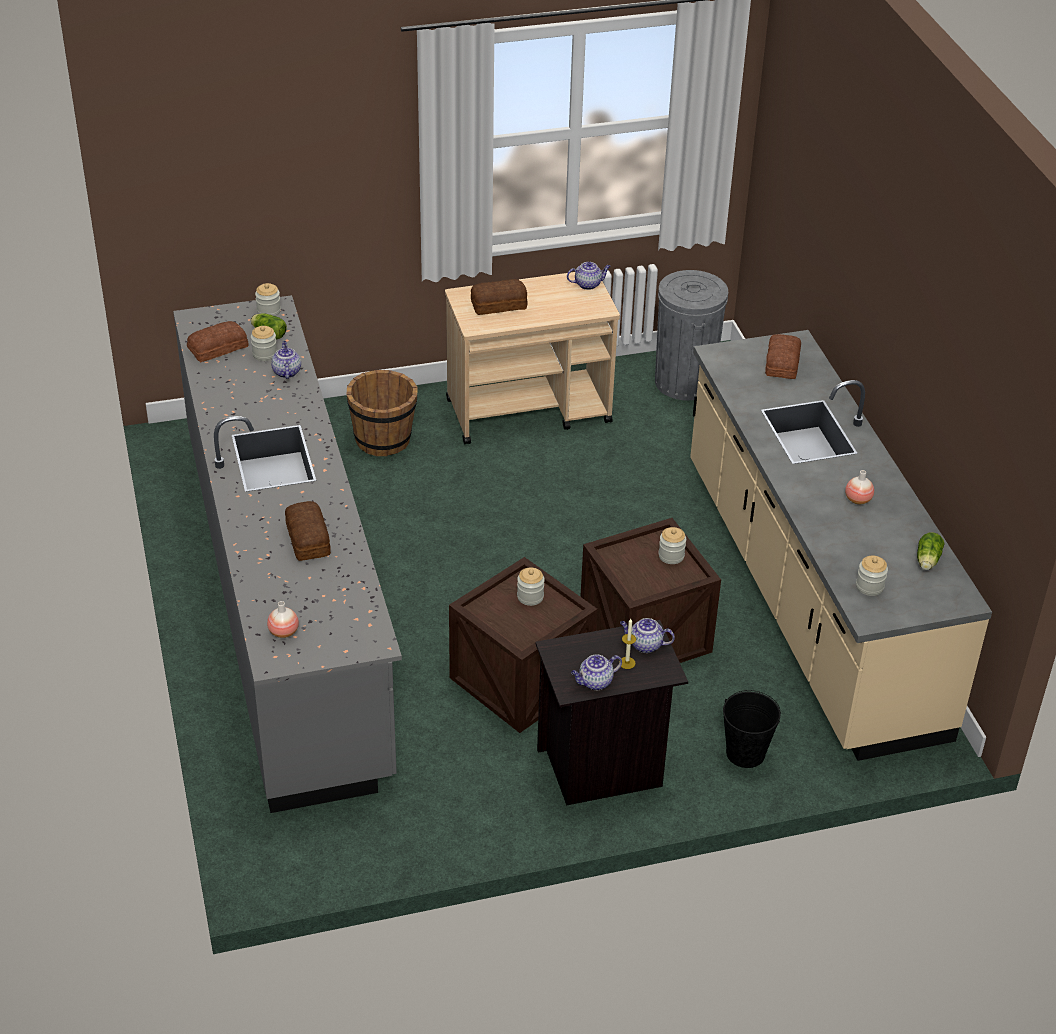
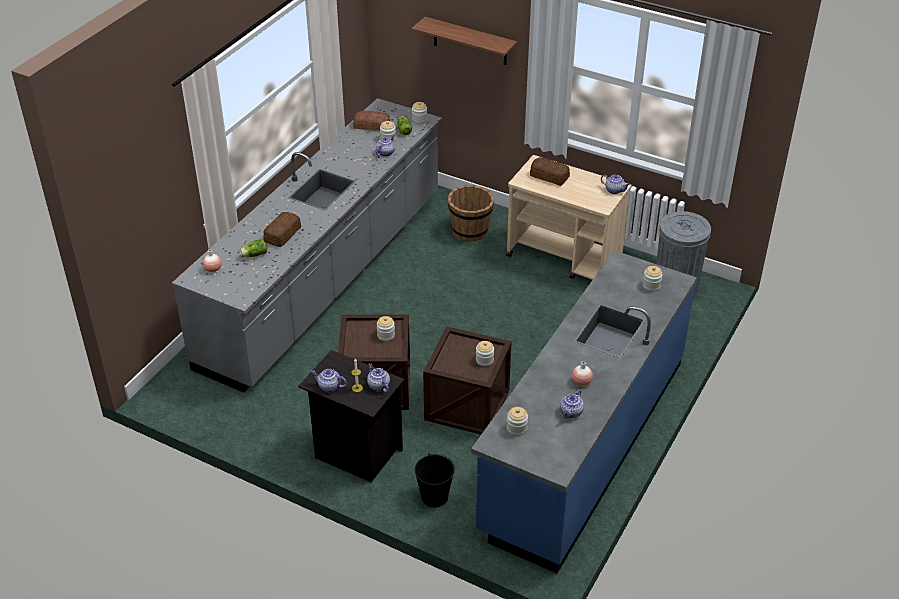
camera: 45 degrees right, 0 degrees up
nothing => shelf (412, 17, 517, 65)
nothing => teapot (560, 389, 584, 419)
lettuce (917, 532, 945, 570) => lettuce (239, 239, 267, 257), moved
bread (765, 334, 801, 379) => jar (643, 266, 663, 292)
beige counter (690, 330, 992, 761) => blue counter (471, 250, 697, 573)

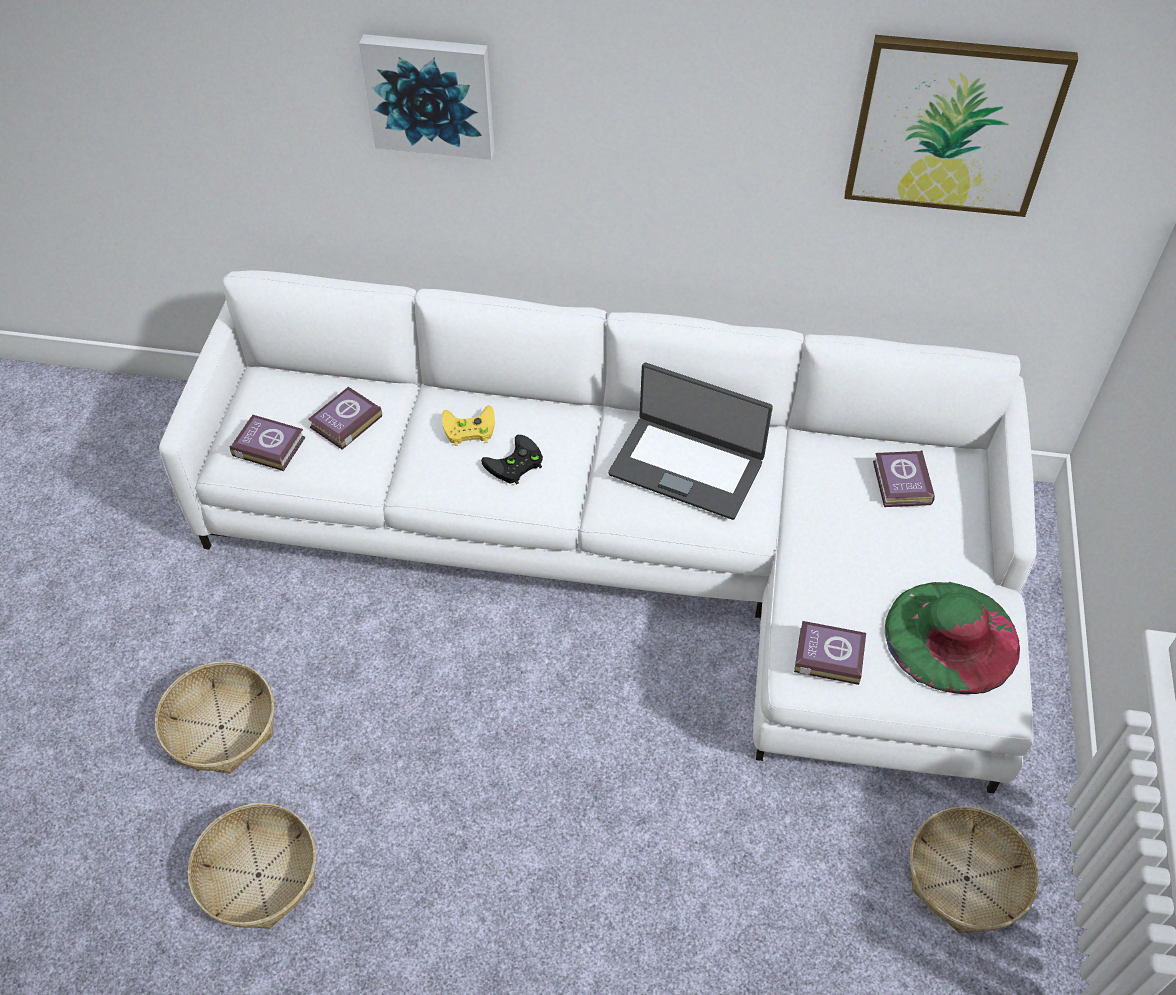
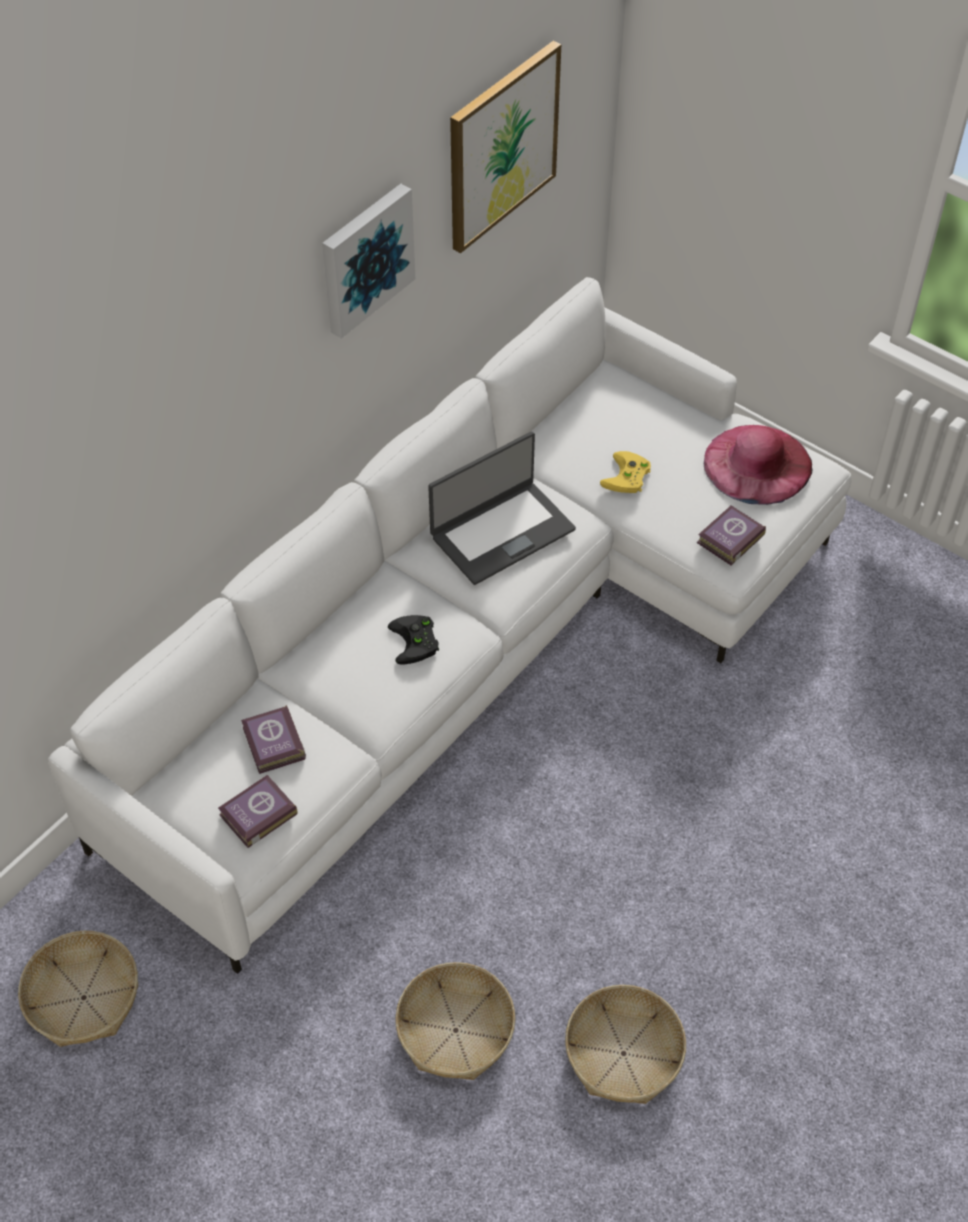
camera: 60 degrees left, 0 degrees up
book (873, 450, 935, 507) => nothing
picture (359, 34, 494, 160) => picture (322, 184, 415, 339), moved
yellow game controller (442, 405, 495, 446) => yellow game controller (600, 451, 651, 493), moved
basket (910, 806, 1039, 933) => basket (18, 931, 138, 1047), moved
green hat (885, 582, 1020, 694) => pink hat (704, 425, 812, 505)

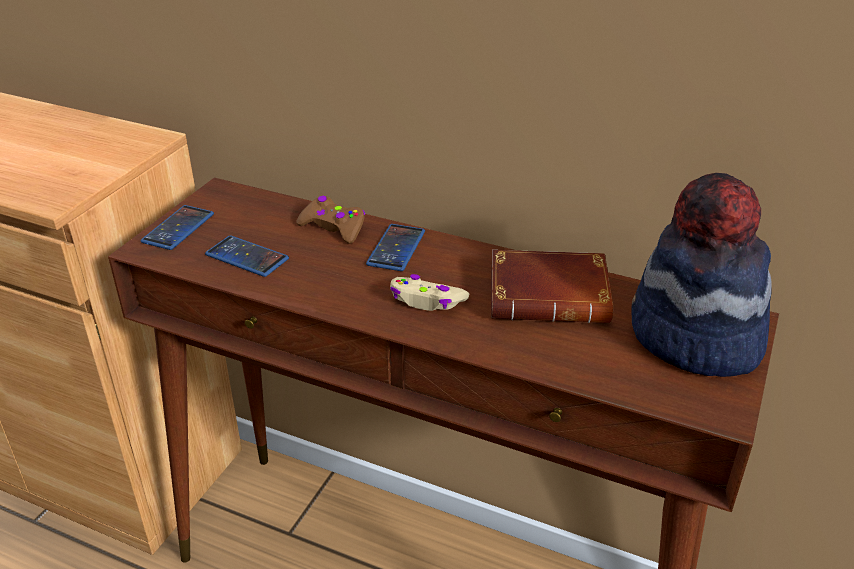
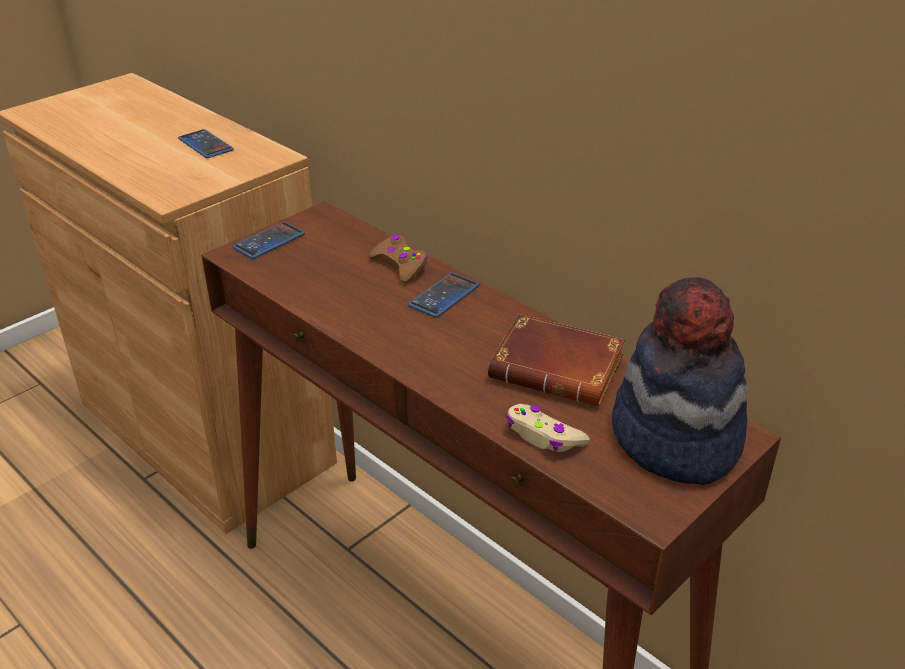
camera: 20 degrees right, 0 degrees up
phone (205, 235, 289, 277) => phone (178, 129, 234, 158), moved
beige game controller (390, 274, 469, 311) => beige game controller (506, 404, 590, 452), moved

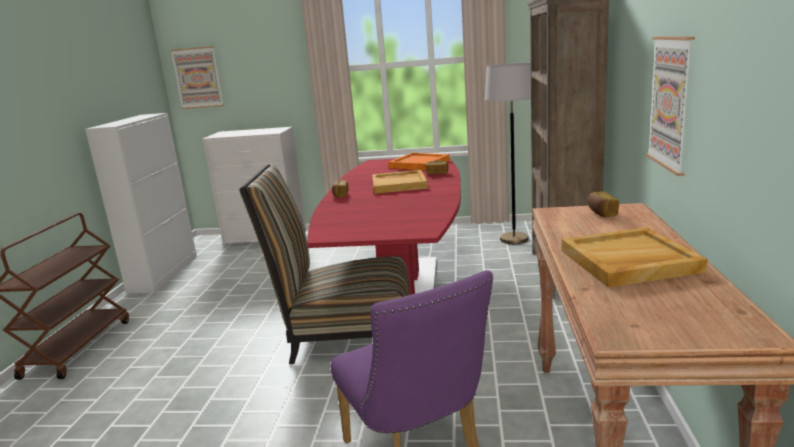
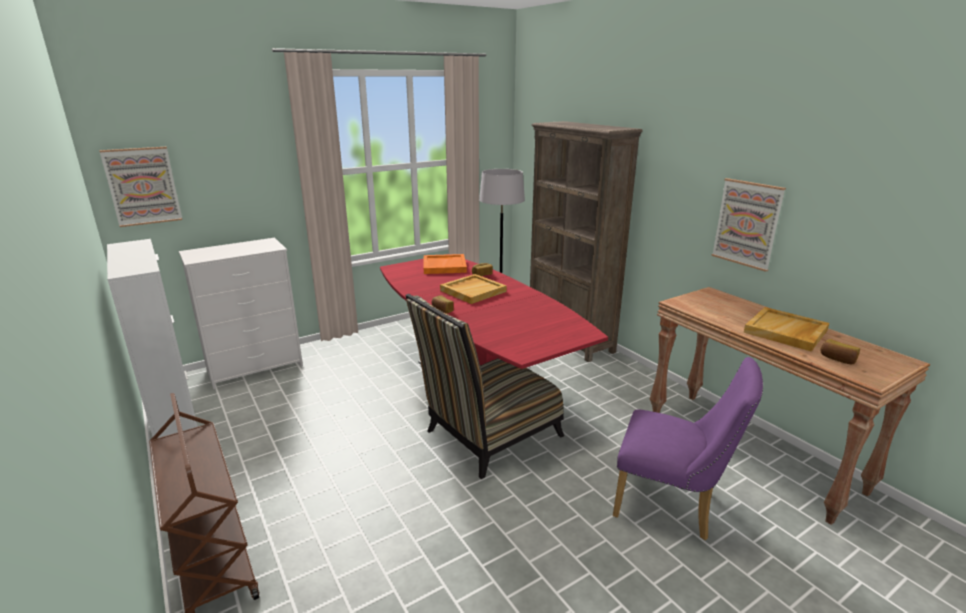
camera: 40 degrees left, 5 degrees up
bread (588, 191, 619, 217) => bread (820, 339, 860, 364), moved

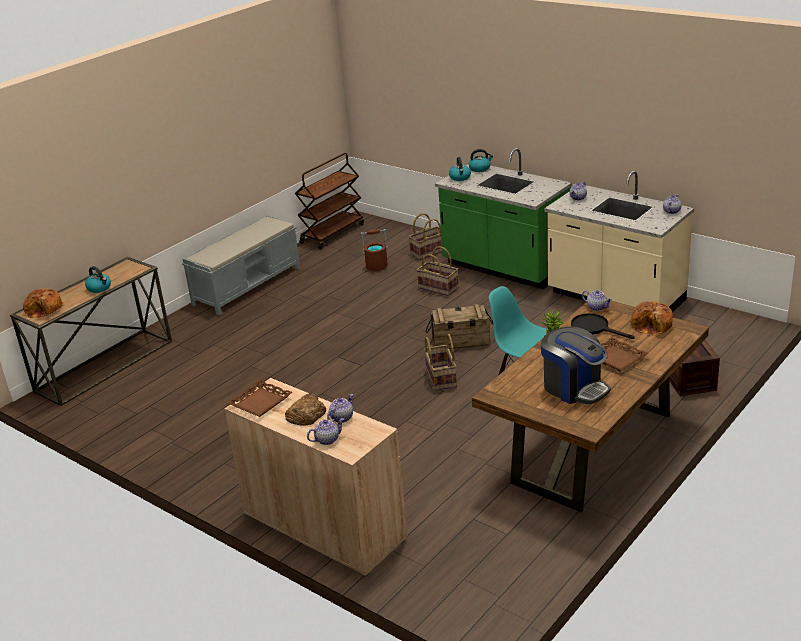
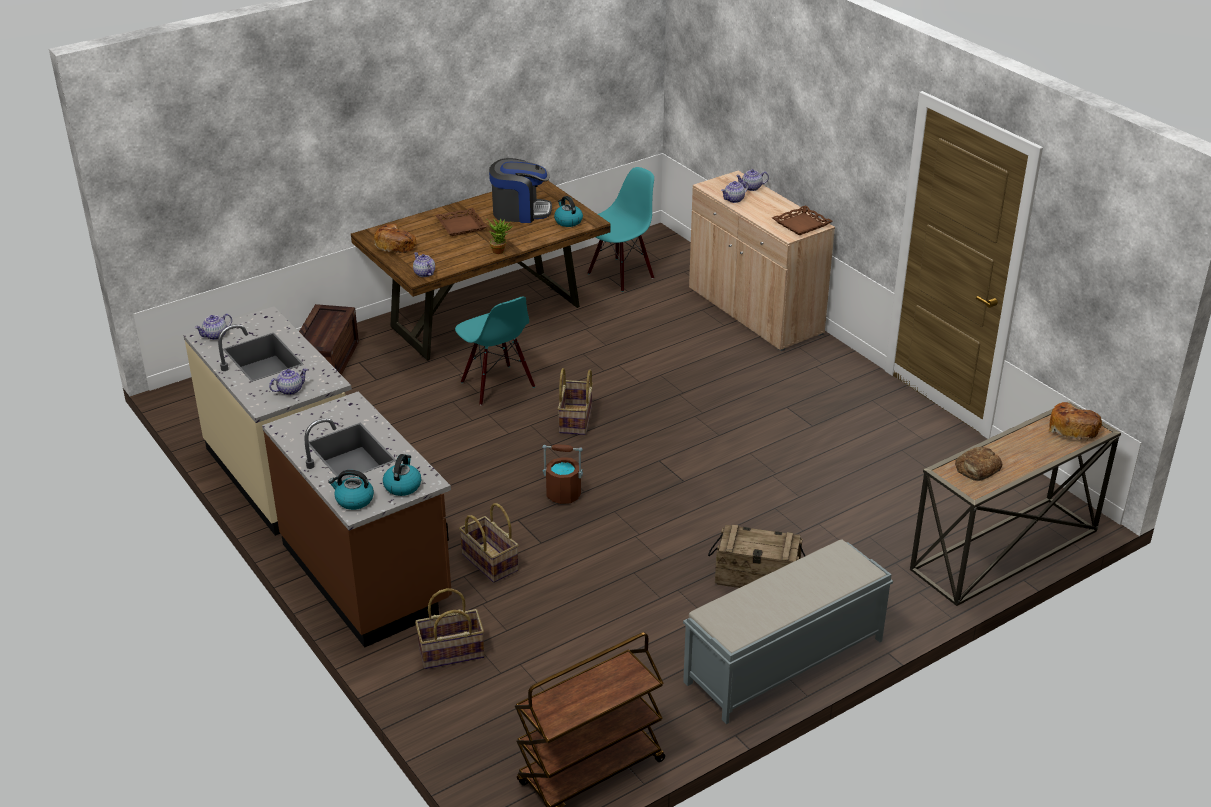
camera: 165 degrees left, 5 degrees up
black frying pan (571, 313, 634, 339) => nothing
nothing => turquoise chair (588, 167, 654, 292)
kettle (85, 266, 111, 293) => kettle (554, 196, 583, 227), moved
bread (285, 393, 326, 425) => bread (955, 447, 1002, 481), moved
brown bucket (361, 229, 388, 271) => brown bucket (542, 444, 583, 504), moved
crate (426, 304, 493, 349) => crate (708, 524, 805, 588), moved
green counter (435, 148, 572, 289) => brown counter (262, 391, 452, 648)
coffee machine (541, 326, 611, 404) => coffee machine (489, 158, 552, 223), 120 degrees clockwise

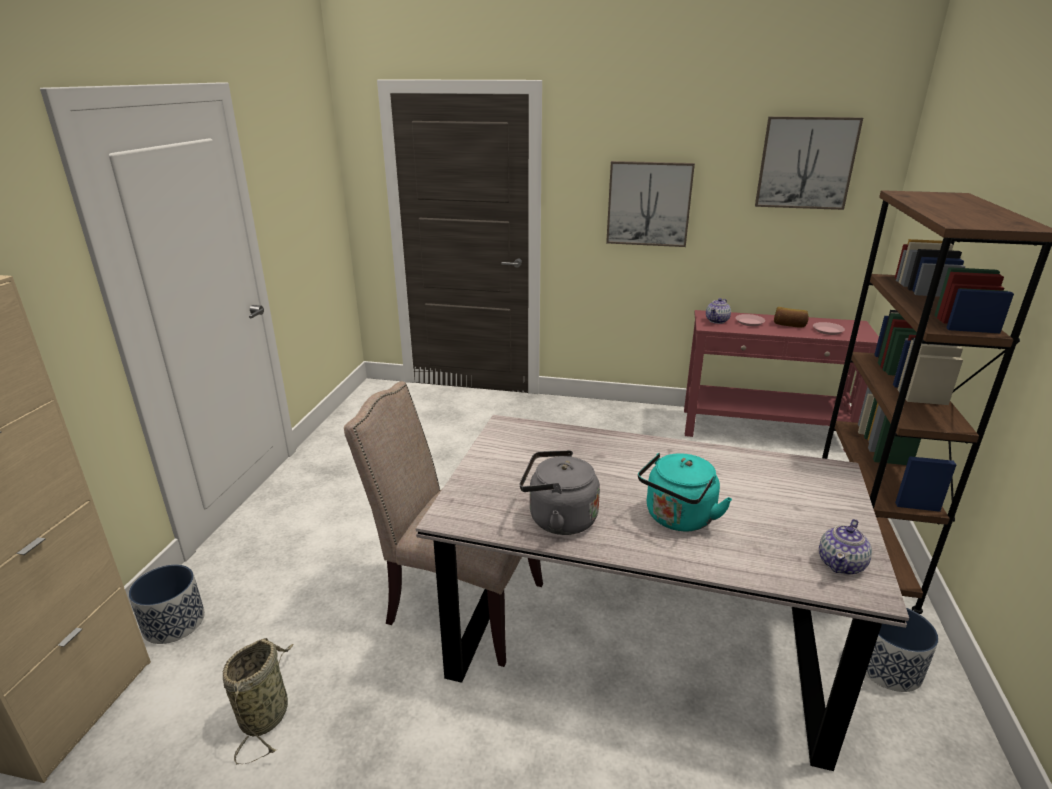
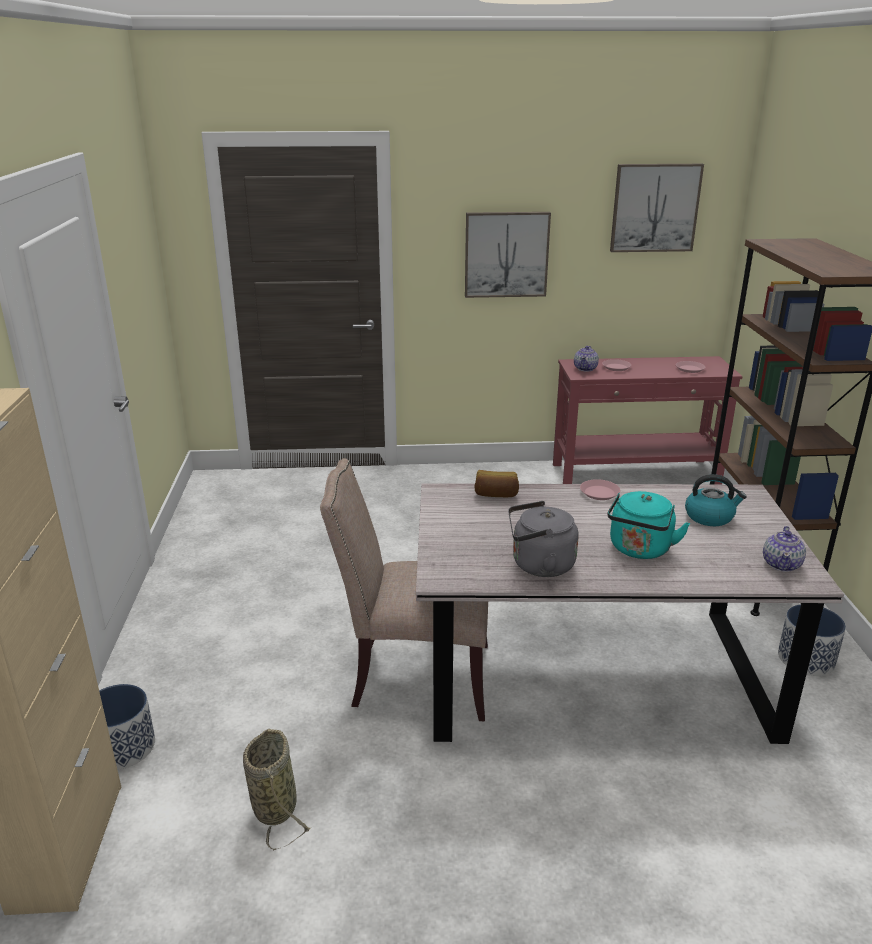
camera: 15 degrees left, 0 degrees up
nothing => pink plate (580, 479, 620, 500)
nothing => kettle (685, 474, 747, 526)
bread (774, 307, 809, 328) => bread (475, 470, 519, 497), moved

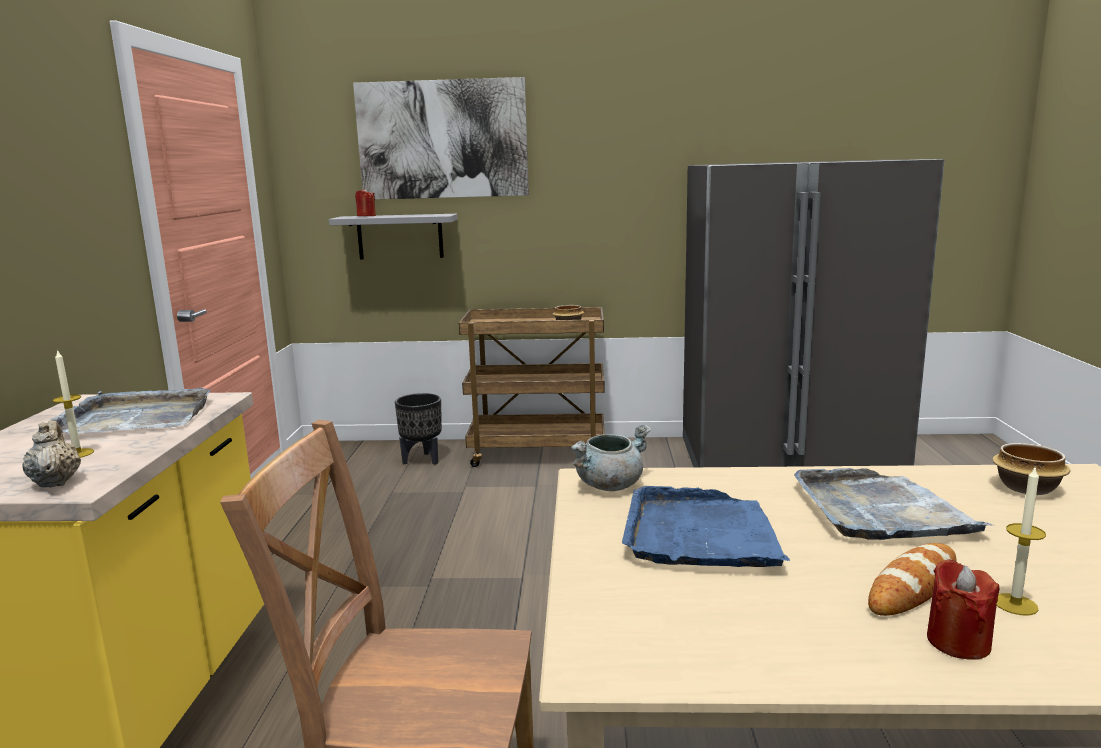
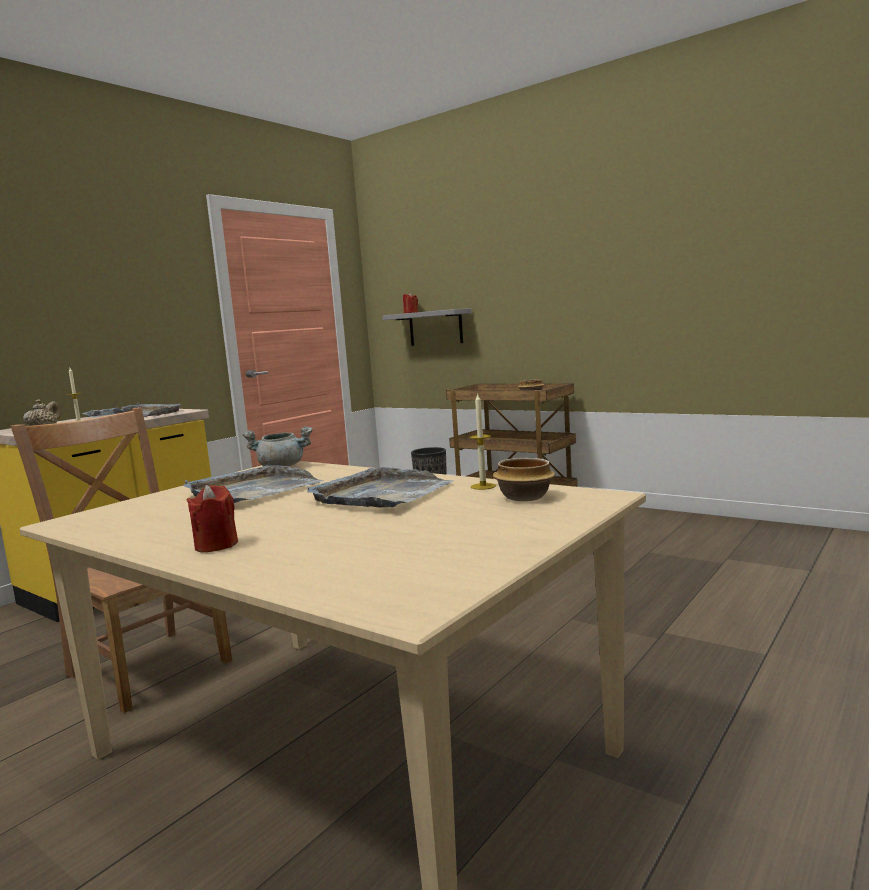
camera: 35 degrees right, 5 degrees down
picture (353, 77, 529, 199) => nothing
grey fridge (683, 159, 945, 467) => nothing
bread (868, 543, 957, 616) => nothing
candle (996, 468, 1046, 615) => candle (469, 393, 496, 490), moved
blue tray (622, 486, 790, 567) => grey tray (182, 465, 324, 503)

